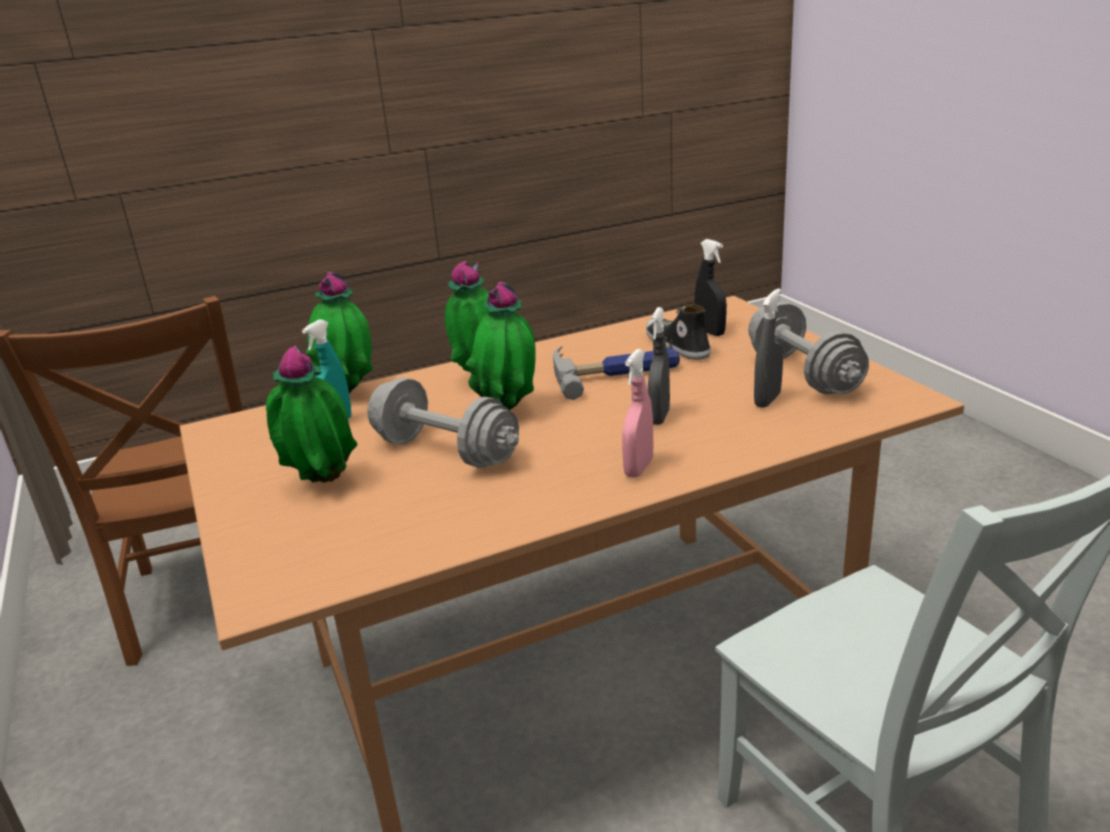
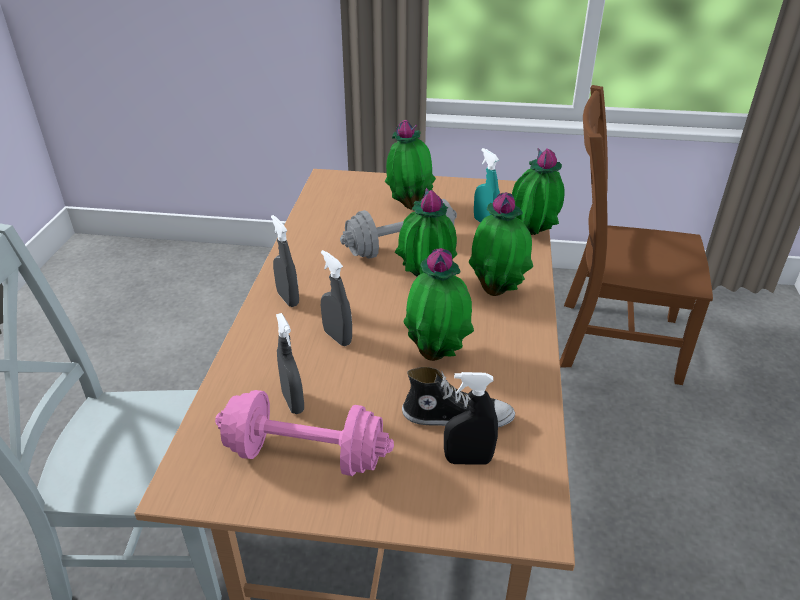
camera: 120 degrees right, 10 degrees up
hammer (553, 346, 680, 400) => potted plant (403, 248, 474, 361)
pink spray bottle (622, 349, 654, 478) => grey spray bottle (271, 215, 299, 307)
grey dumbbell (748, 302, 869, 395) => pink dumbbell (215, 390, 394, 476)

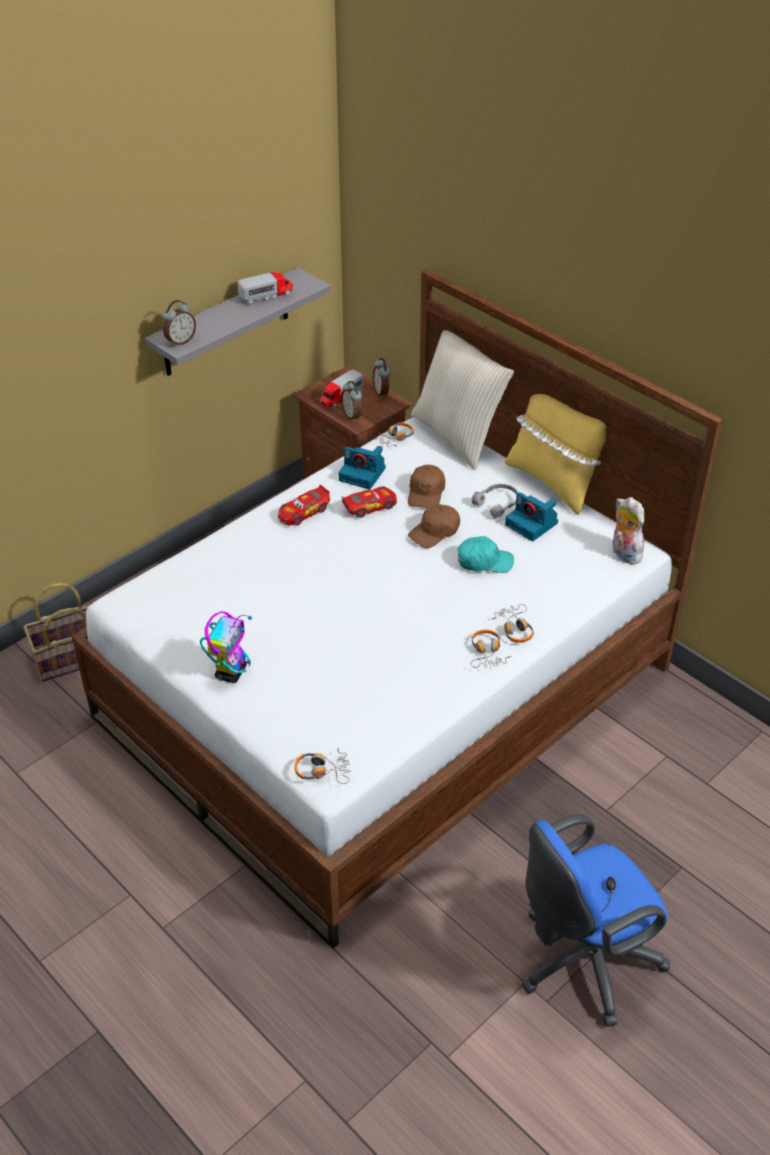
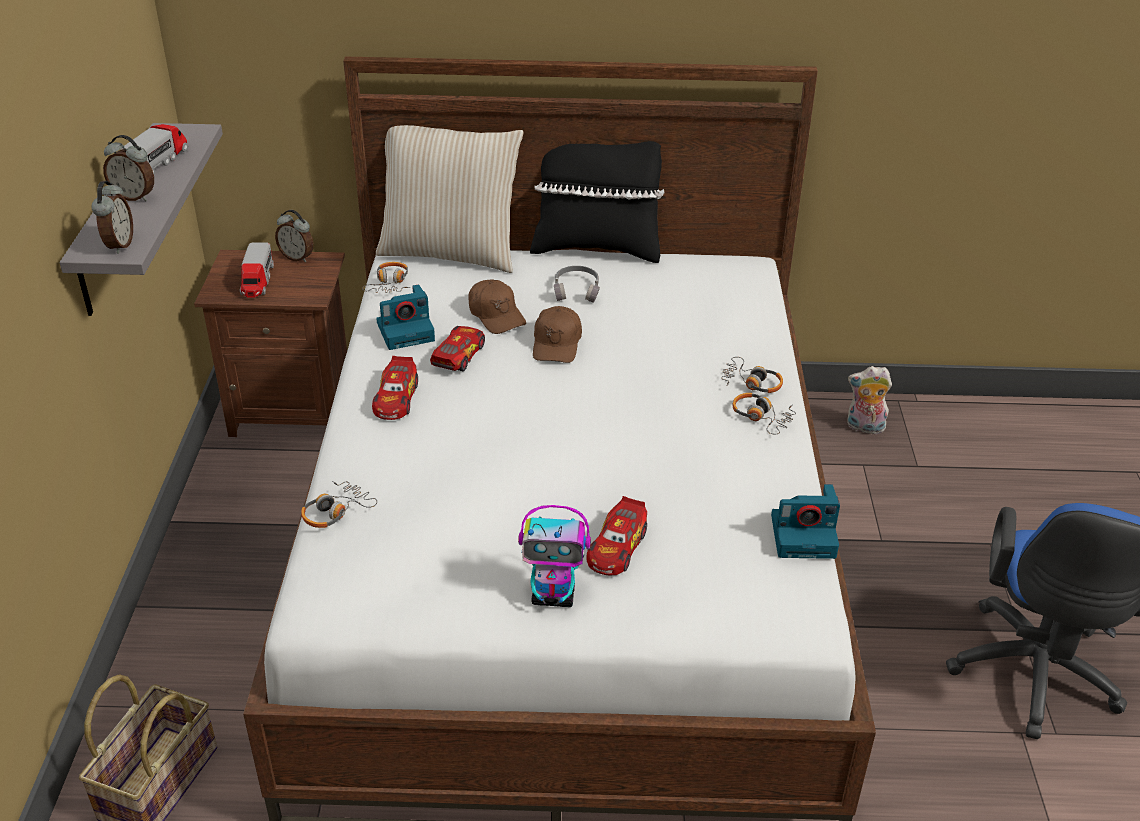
camera: 45 degrees left, 5 degrees down
turquoise cap (458, 536, 514, 573) => nothing
nothing => toy car (587, 496, 647, 575)
headphones (294, 749, 351, 784) => headphones (301, 481, 377, 528), moved
alarm clock (341, 381, 362, 422) => alarm clock (103, 135, 154, 201), moved
photo camera (505, 492, 558, 541) => photo camera (771, 484, 840, 559), moved
plush toy (613, 497, 645, 564) => plush toy (847, 366, 892, 434), moved
yellow pillow (505, 394, 606, 515) => black pillow (530, 141, 664, 263)
toy robot (200, 611, 252, 683) => toy robot (518, 505, 591, 607), 120 degrees clockwise

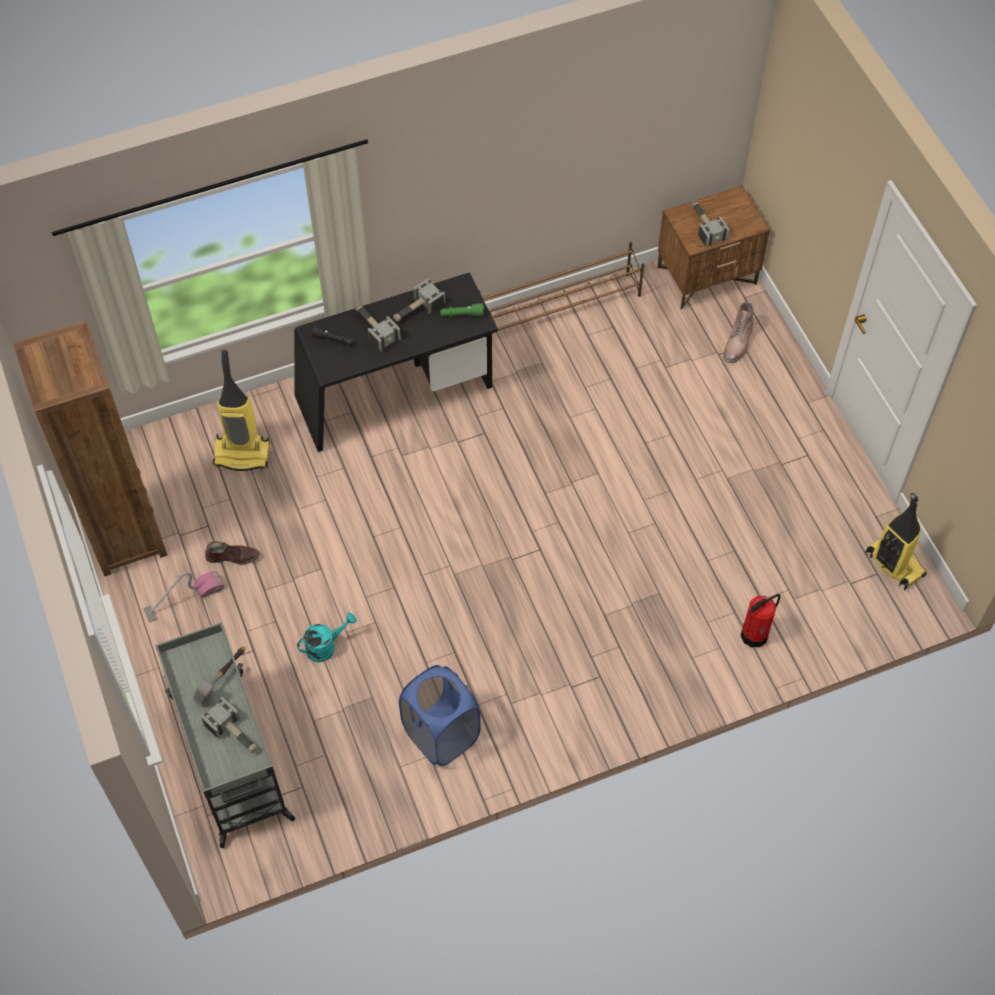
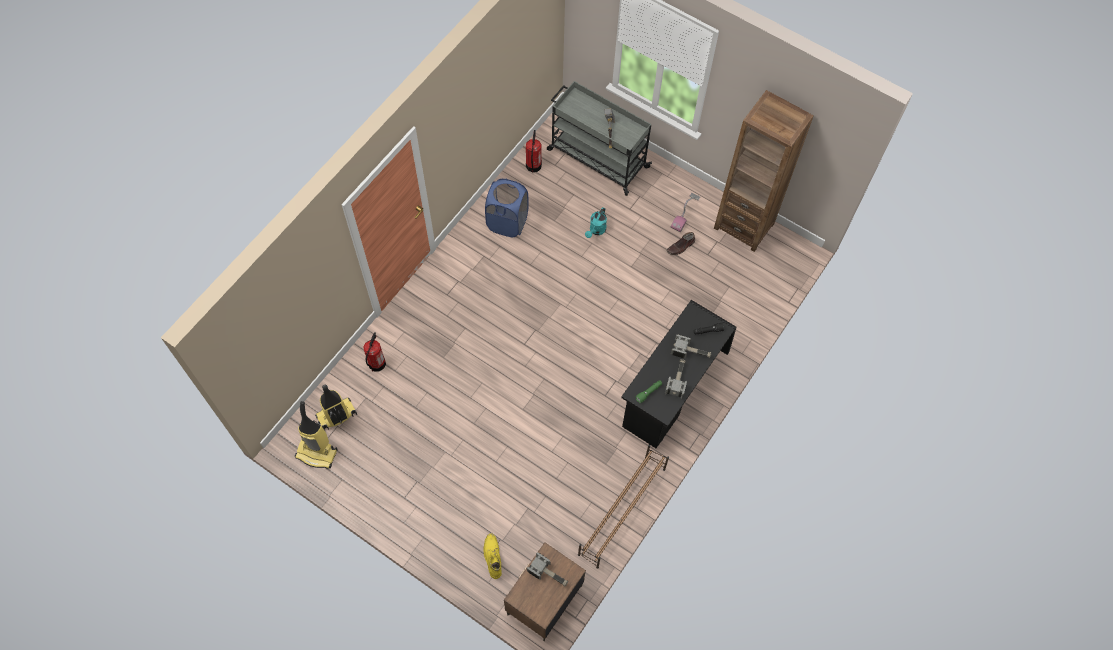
camera: 145 degrees right, 5 degrees up
hammer (201, 697, 258, 753) => nothing
nothing => fire extinguisher (526, 130, 542, 172)
vacuum cleaner (213, 350, 270, 471) => vacuum cleaner (315, 384, 357, 430), moved
brown boot (723, 302, 754, 363) => yellow boot (484, 534, 502, 579)

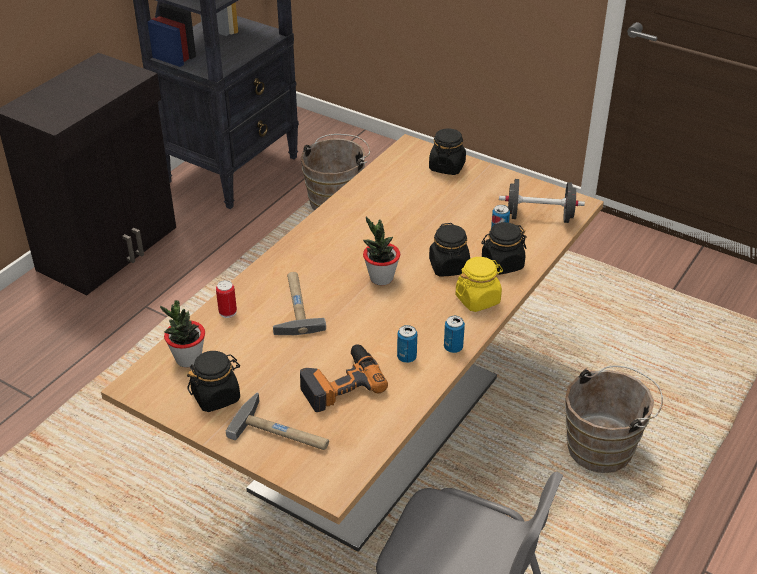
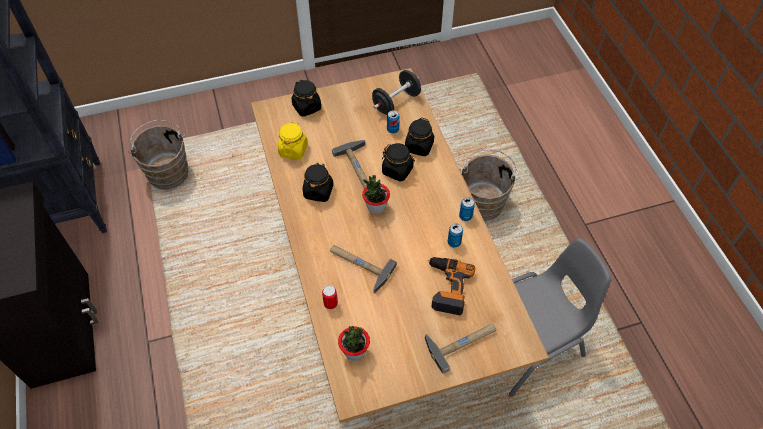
camera: 50 degrees left, 15 degrees up
nothing => hammer (332, 140, 368, 188)
black jar (187, 351, 240, 412) => black jar (303, 163, 333, 202), moved
yellow jar (455, 257, 503, 312) => yellow jar (278, 122, 308, 160), moved

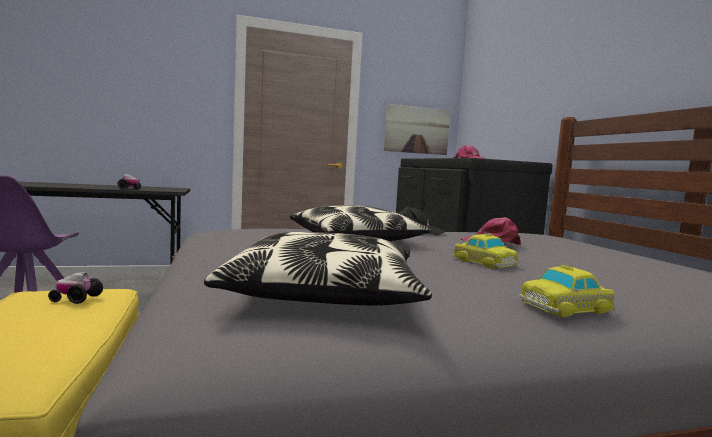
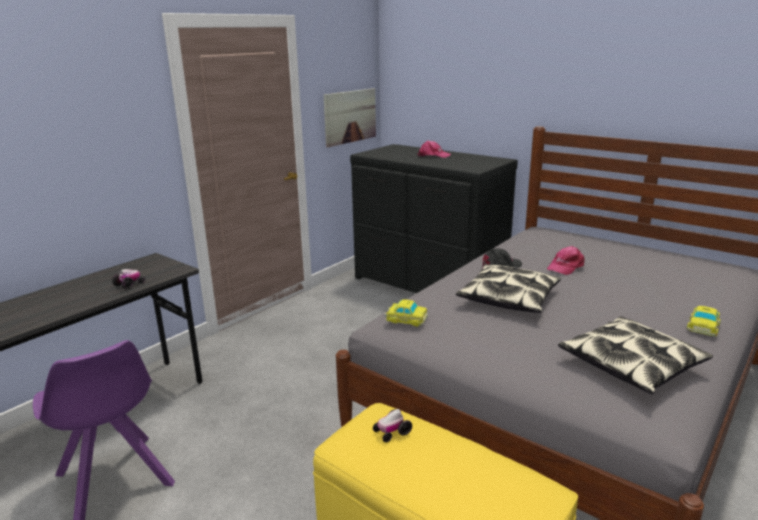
camera: 35 degrees left, 15 degrees up
toy car (453, 234, 518, 269) => toy car (384, 299, 428, 327), moved

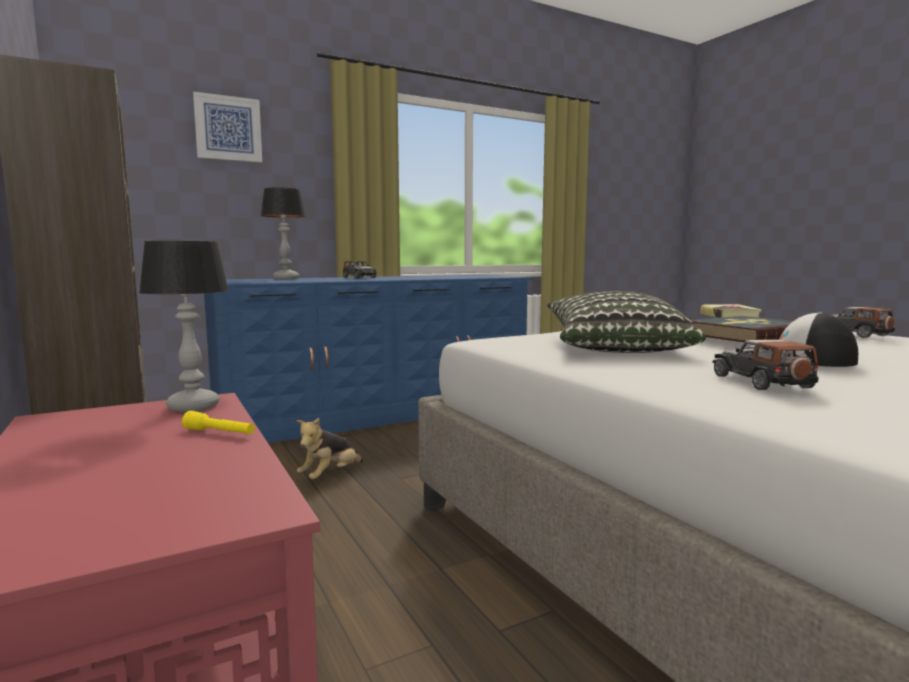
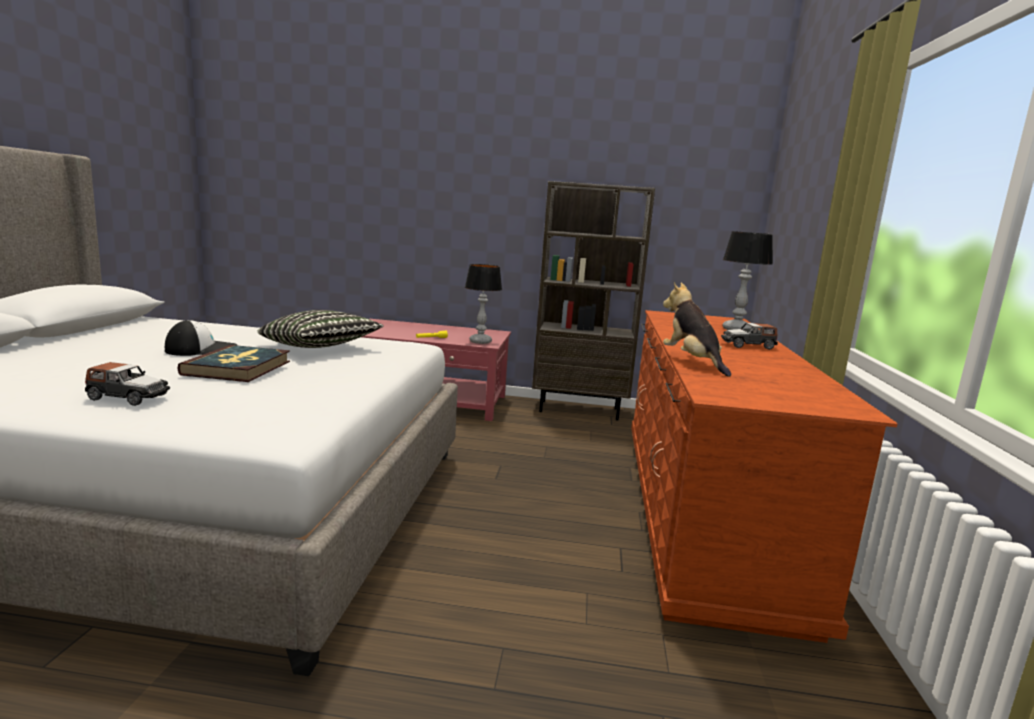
camera: 125 degrees right, 5 degrees up
picture (193, 91, 262, 163) => nothing
book (700, 304, 762, 318) => nothing
toy car (712, 339, 818, 390) => nothing
plush toy (297, 418, 363, 479) => plush toy (663, 282, 731, 377), moved
blue dresser (204, 275, 534, 443) => brown dresser (631, 310, 898, 643)

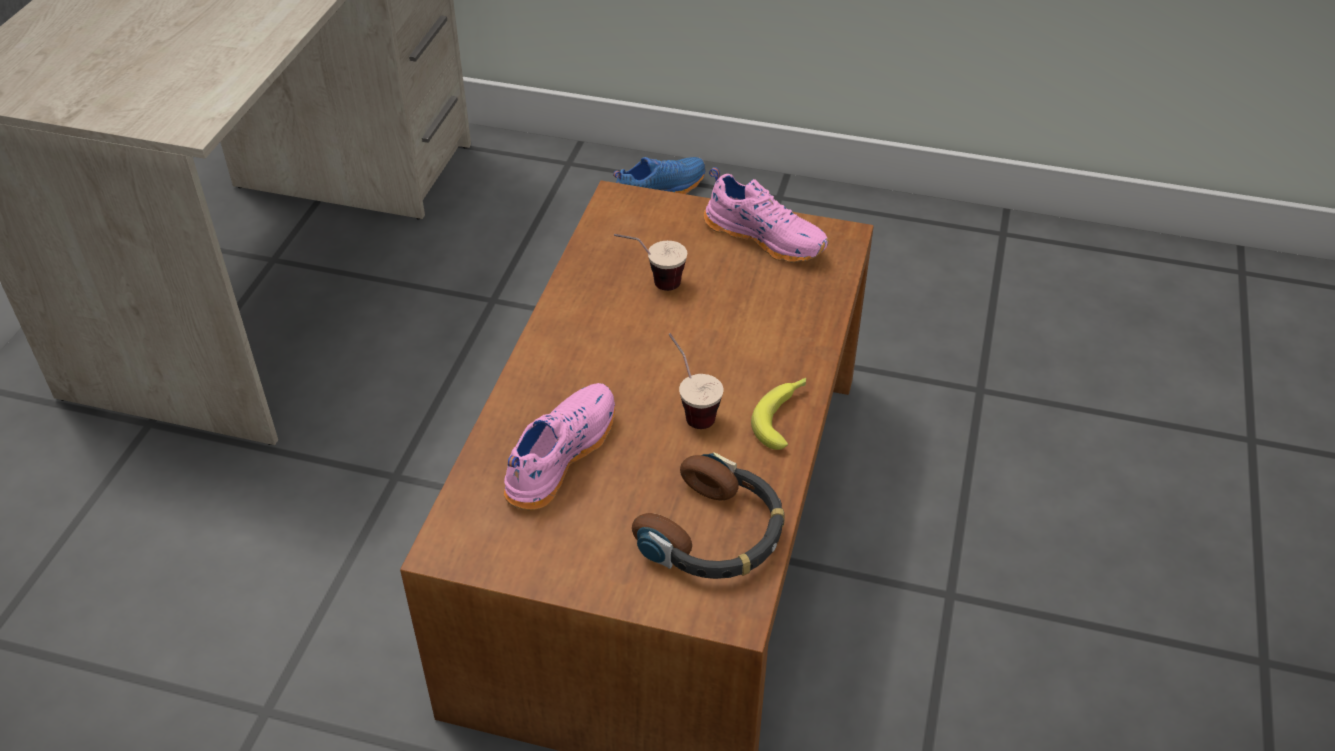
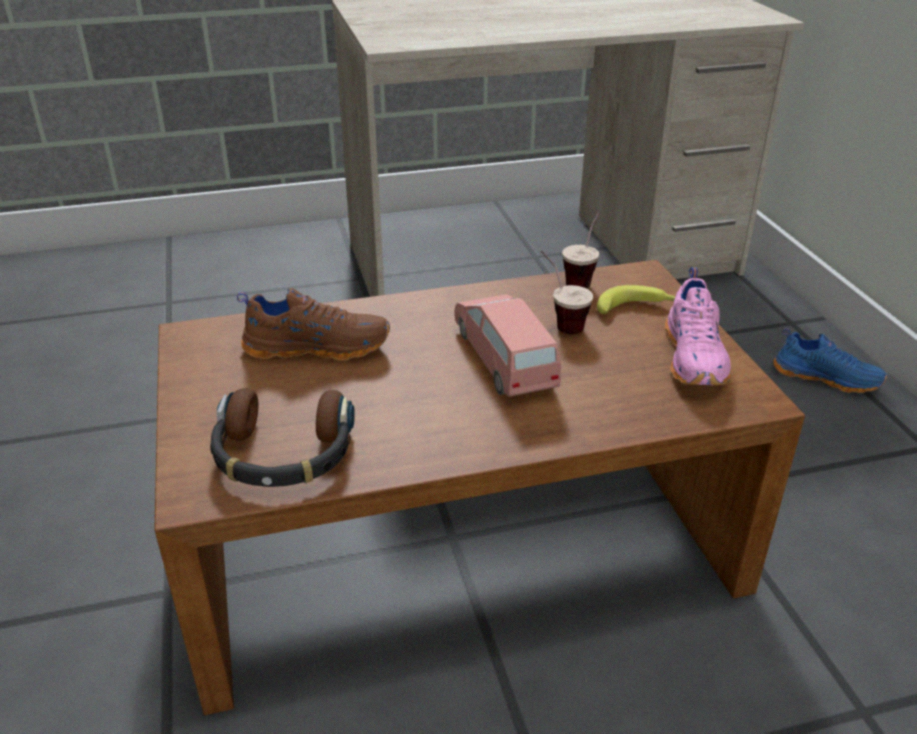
camera: 60 degrees right, 10 degrees down
nothing => pink toy car (454, 294, 561, 397)
cup (669, 333, 724, 429) => cup (562, 211, 600, 289), moved
banana (751, 377, 806, 450) => banana (597, 285, 675, 314), moved
pink shoe (504, 383, 615, 510) => brown shoe (237, 288, 390, 361)

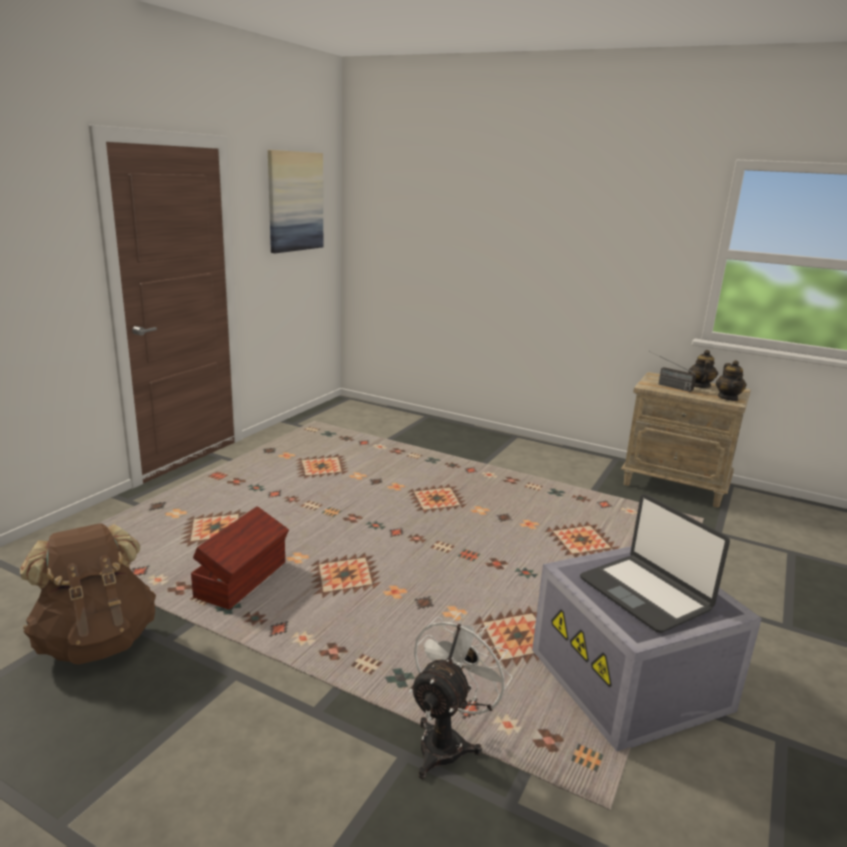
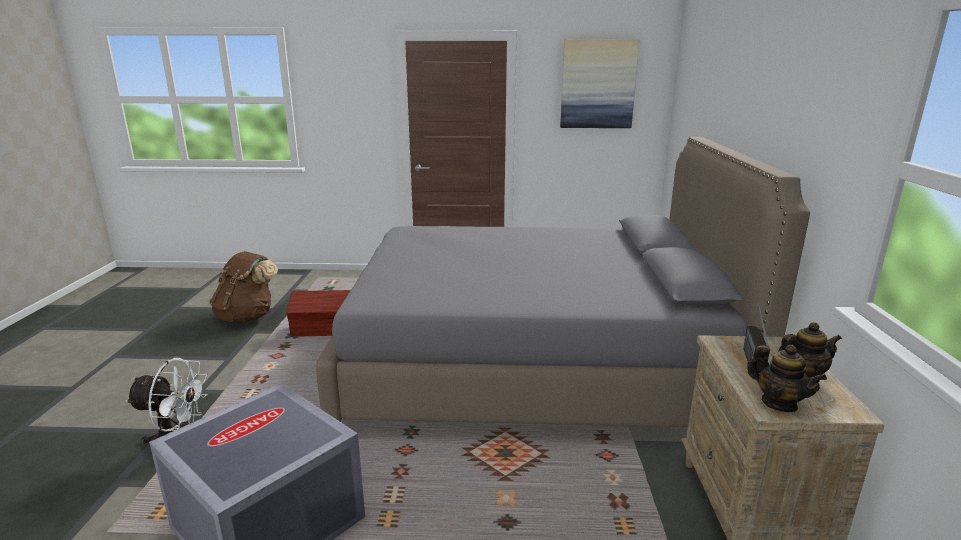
camera: 65 degrees right, 0 degrees up
laptop (580, 494, 730, 633) => nothing
nothing => grey bed (315, 137, 810, 427)
teapot (716, 360, 746, 401) => teapot (747, 345, 827, 412), 105 degrees counterclockwise

